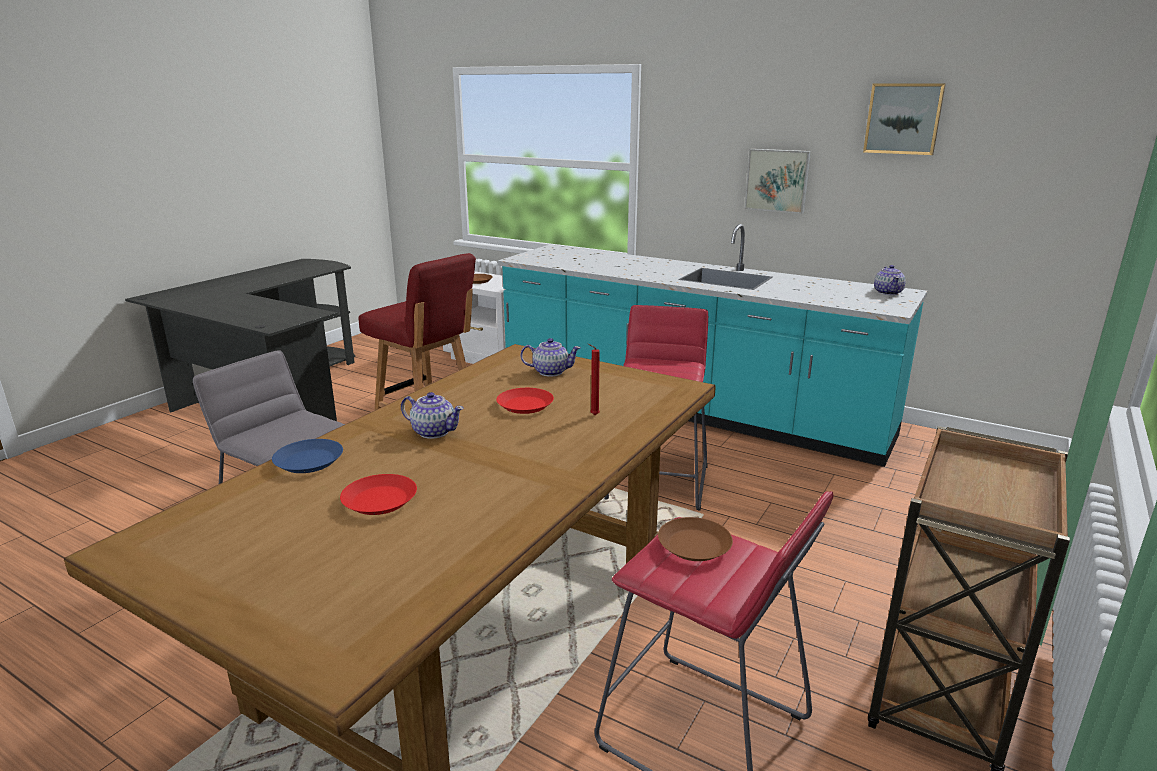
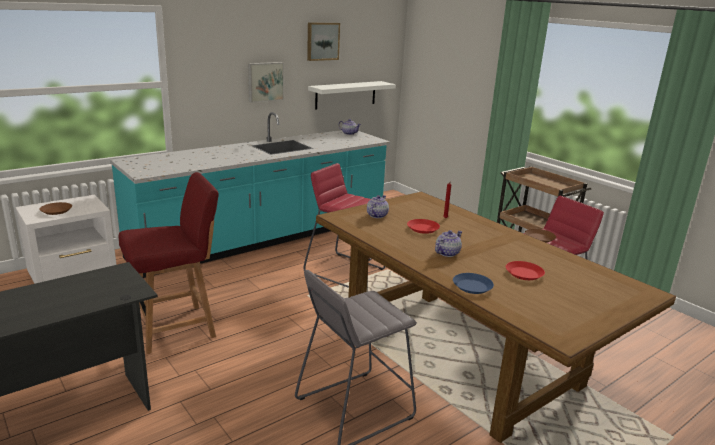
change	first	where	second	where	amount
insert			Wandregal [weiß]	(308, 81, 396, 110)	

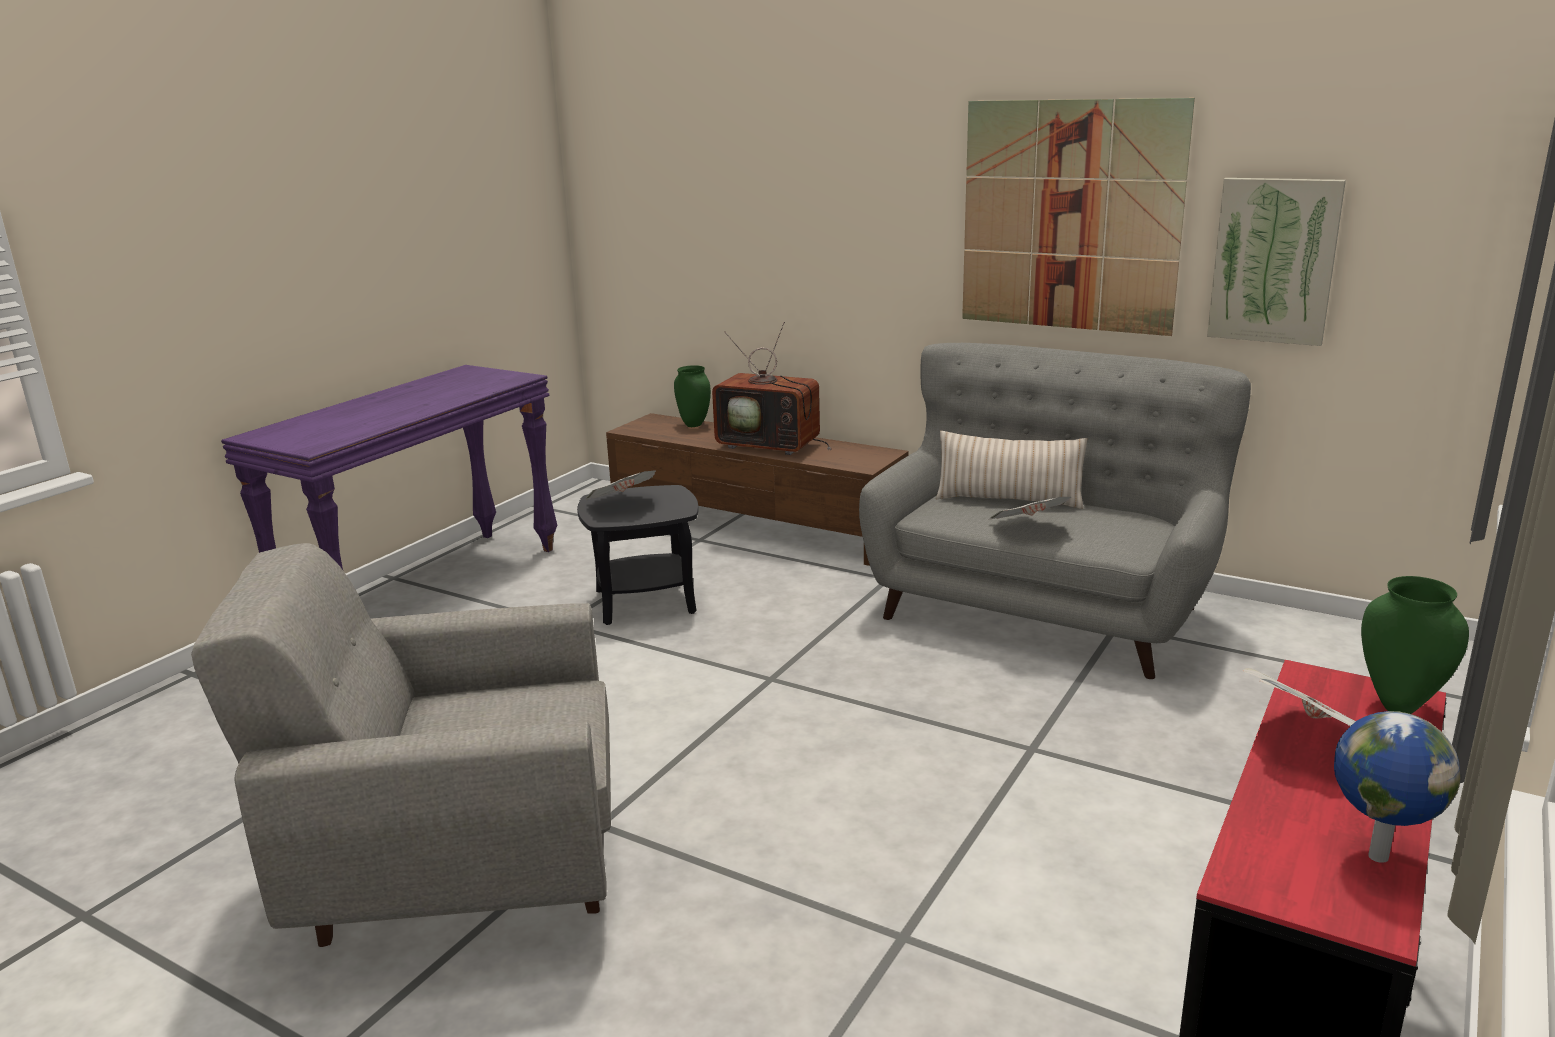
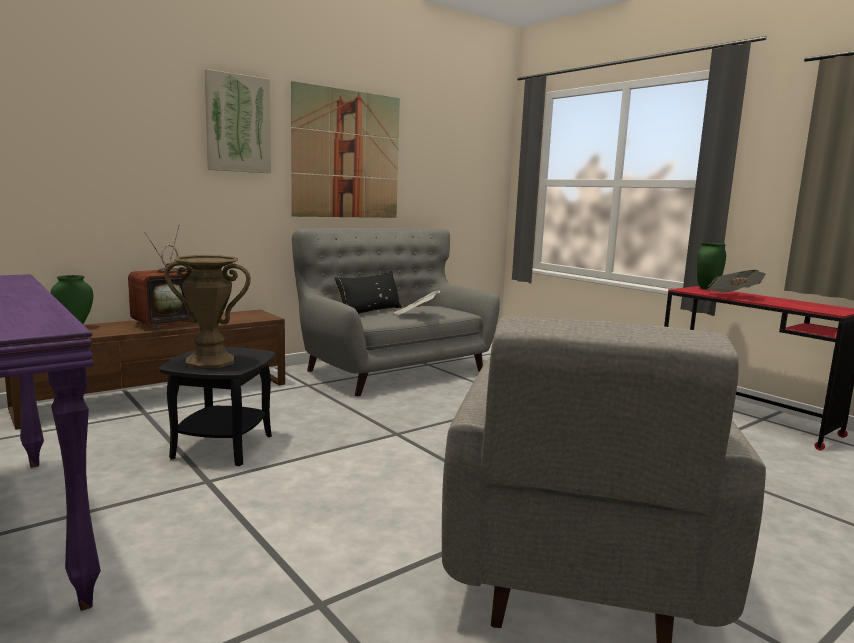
change	first	where	second	where	amount
delete	Globus	(1334, 711, 1460, 863)			
move	Bild	(1207, 178, 1346, 346)		(205, 69, 271, 173)	
replace	Zeitung	(585, 471, 656, 500)	Vase [braun]	(164, 255, 251, 369)	
recolor	Kissen [beige]	(936, 431, 1087, 509)	Kissen [schwarz]	(334, 271, 402, 314)	

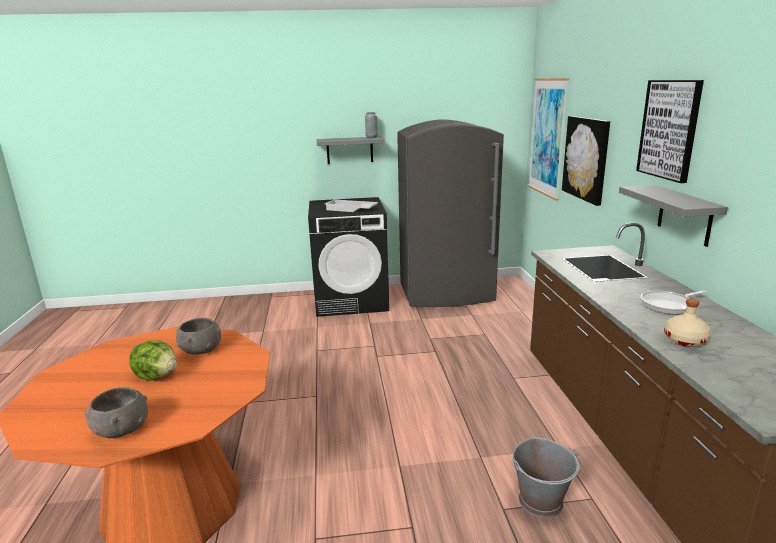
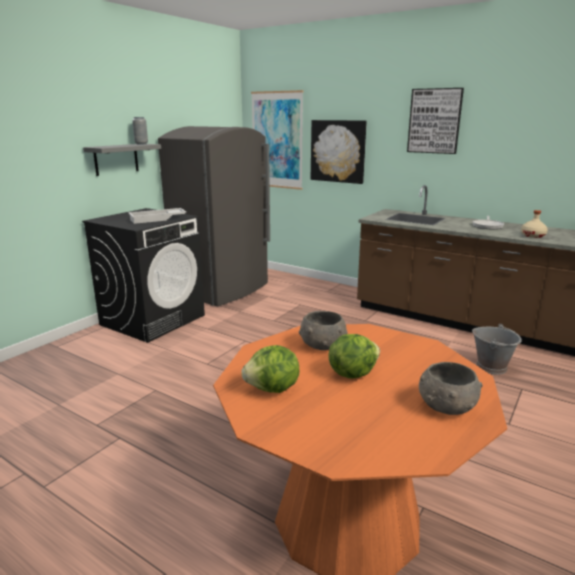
change	first	where	second	where	amount
delete	Wandregal [grau]	(619, 185, 728, 247)			
insert			Salatkopf	(241, 345, 299, 393)	

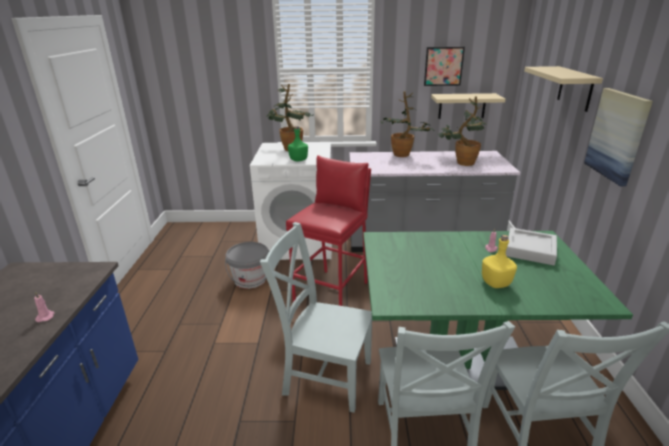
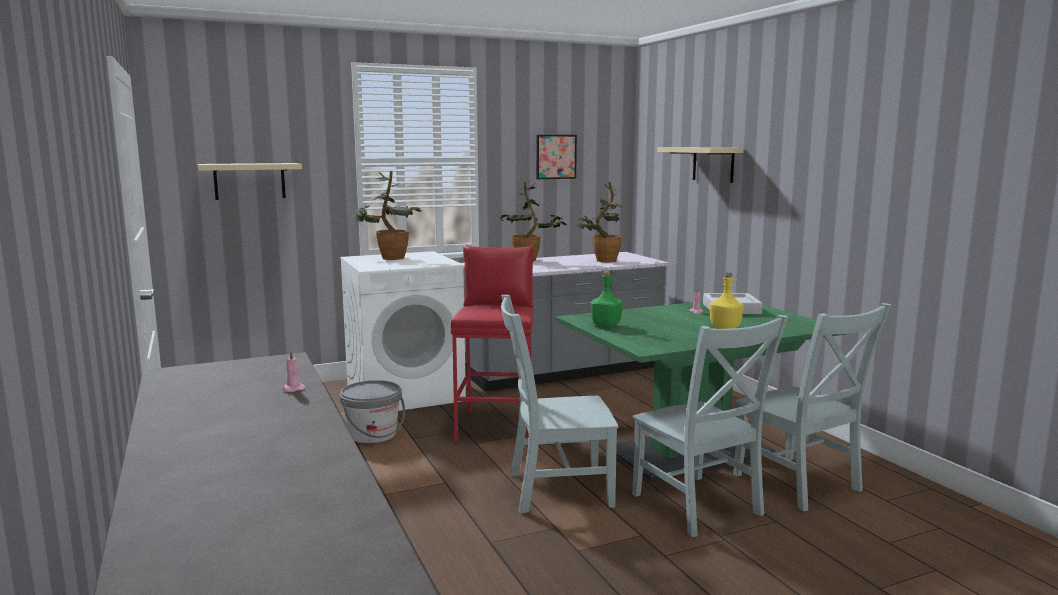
change	first	where	second	where	amount
delete	Bild	(584, 88, 653, 186)			
move	Flasche [grün]	(288, 126, 308, 161)		(591, 271, 623, 327)	
move	Wandregal [beige]	(431, 93, 505, 119)		(198, 163, 302, 200)	

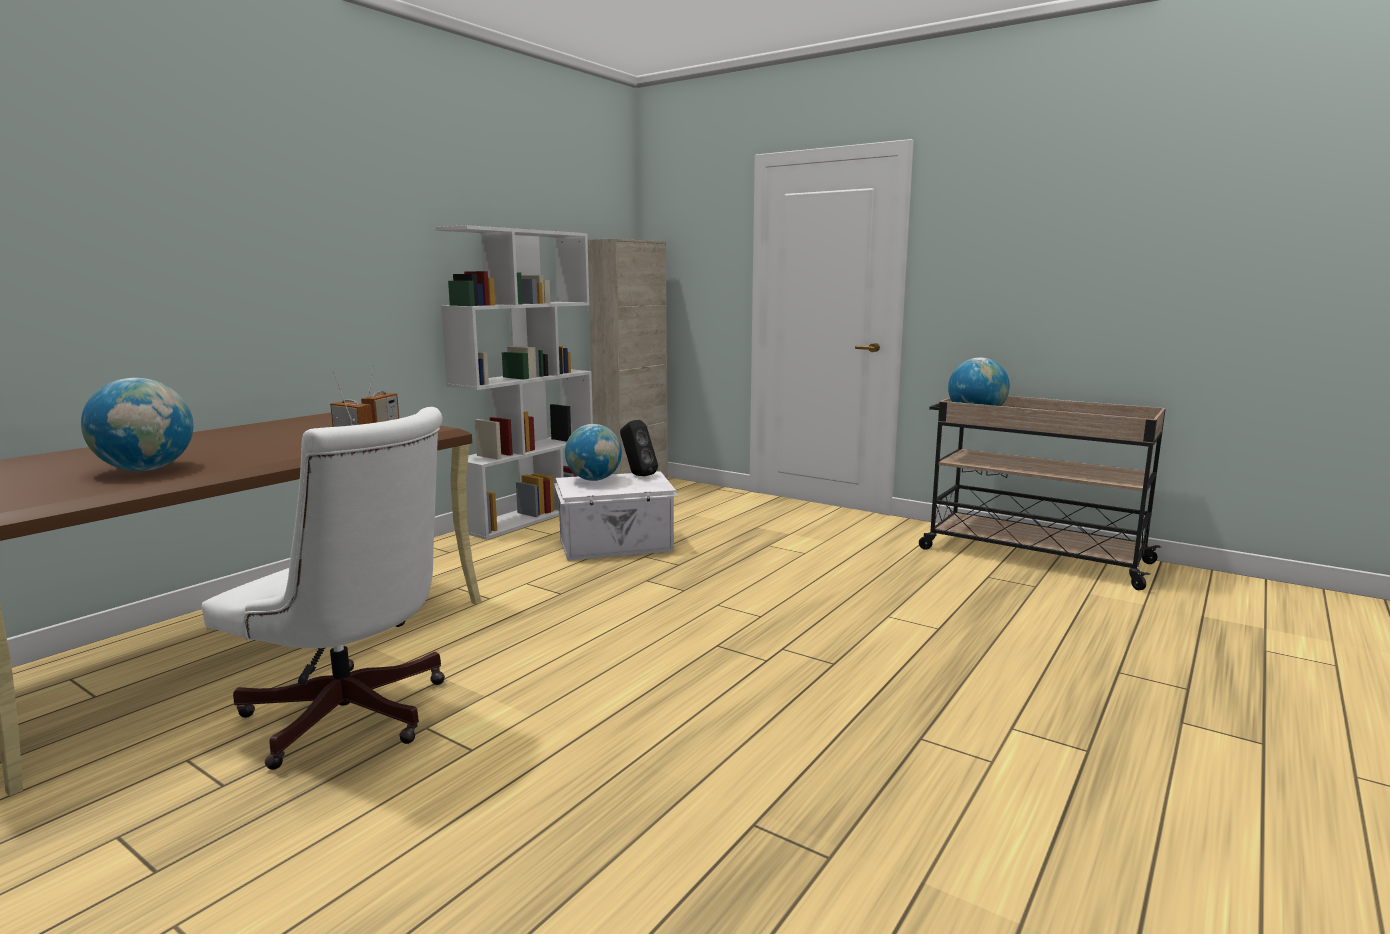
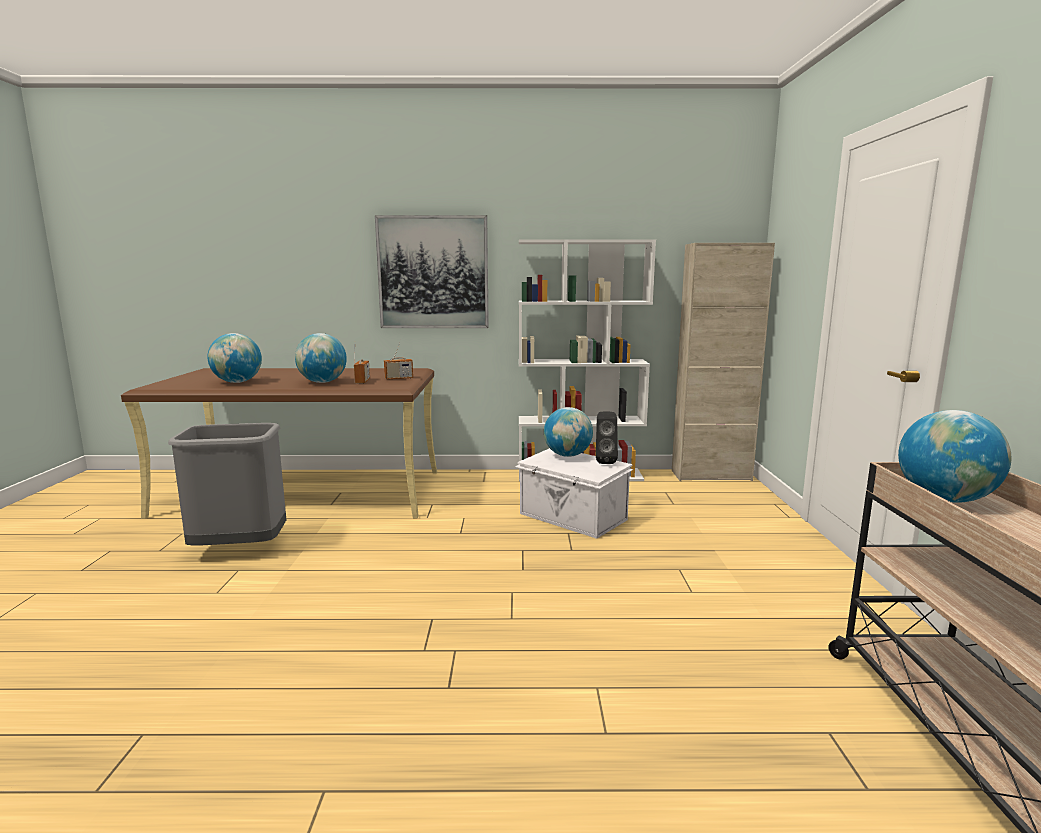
change	first	where	second	where	amount
insert			Globus	(295, 333, 347, 383)	
insert			Bild	(375, 215, 489, 328)	
replace	Bürostuhl [weiß]	(202, 407, 445, 770)	Mülleimer [grau]	(168, 423, 286, 546)	

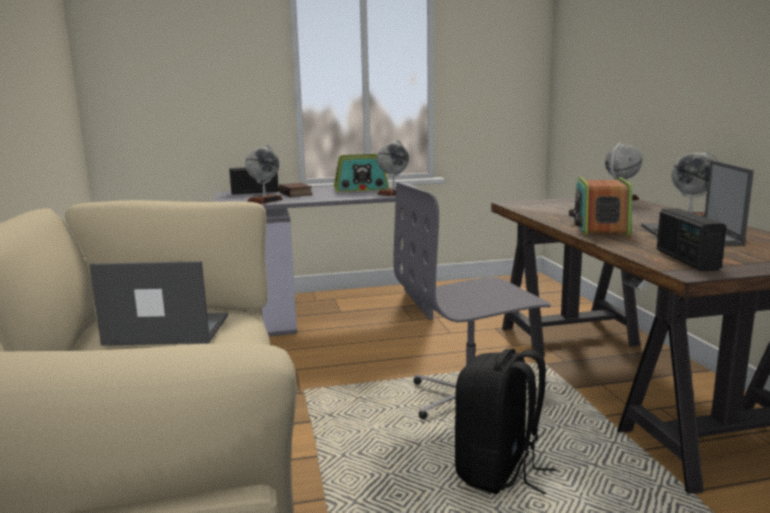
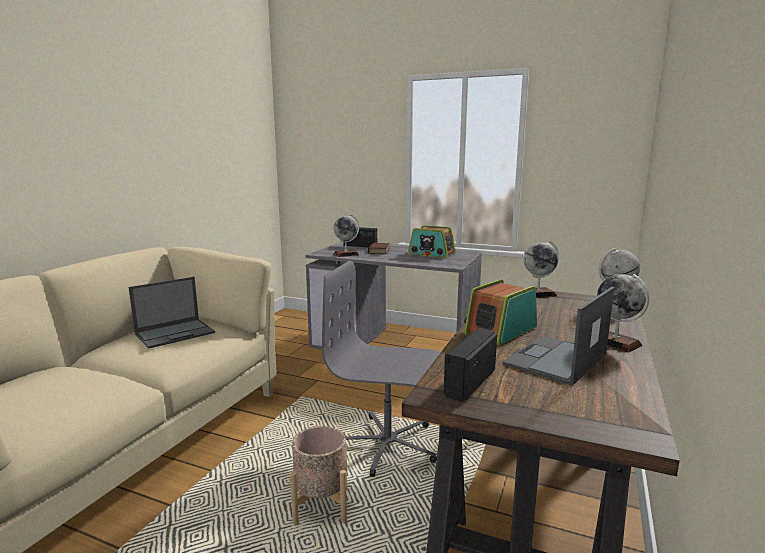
change	first	where	second	where	amount
move	Globus	(377, 140, 409, 196)		(524, 241, 559, 298)	
replace	Rucksack [schwarz]	(455, 349, 556, 495)	Pflanzkübel [beige]	(290, 426, 347, 525)	
rotate	Laptop	(89, 261, 228, 346)		(129, 277, 215, 349)	105 degrees clockwise

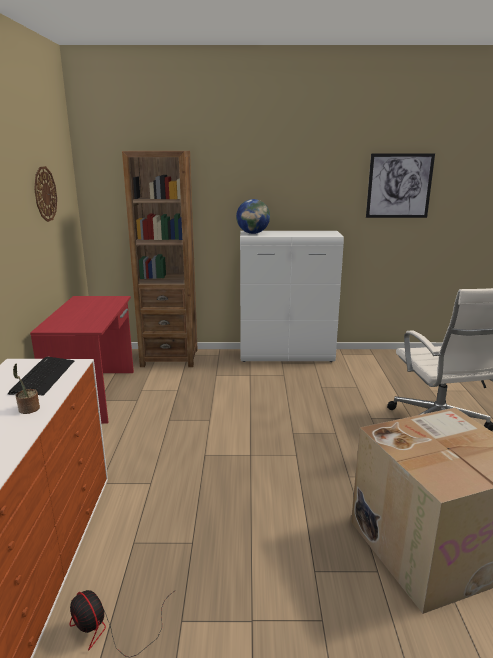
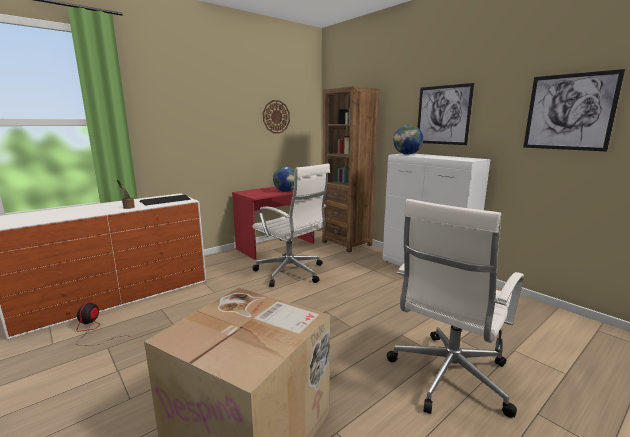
change	first	where	second	where	amount
insert			Bürostuhl [weiß]	(252, 163, 330, 287)	
insert			Globus	(273, 166, 295, 192)	
insert			Bild	(418, 83, 474, 145)	

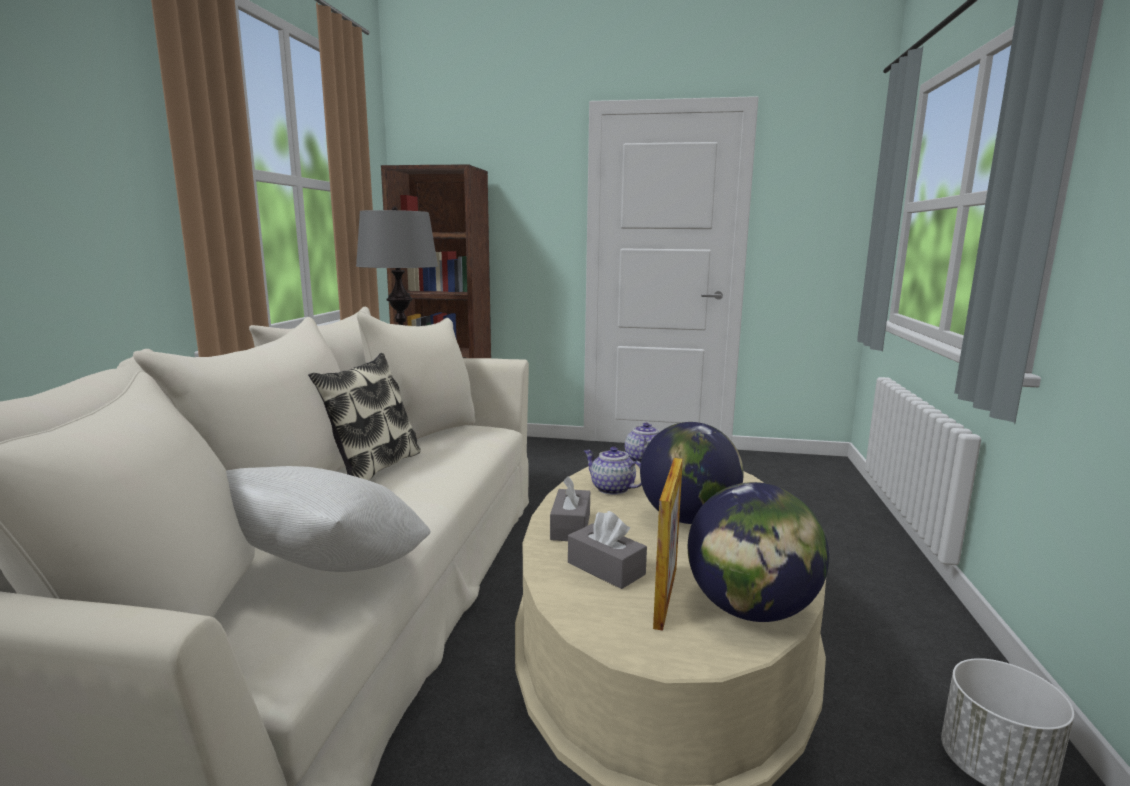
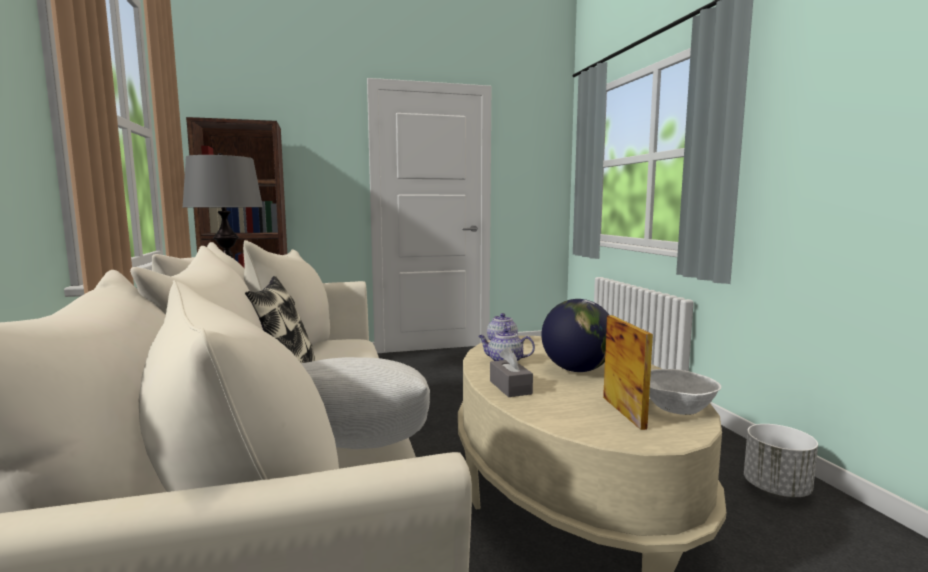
change	first	where	second	where	amount
delete	Taschentuchbox [grau]	(568, 511, 647, 589)			
replace	Globus	(688, 482, 829, 622)	Schüssel [weiß]	(649, 369, 722, 415)	

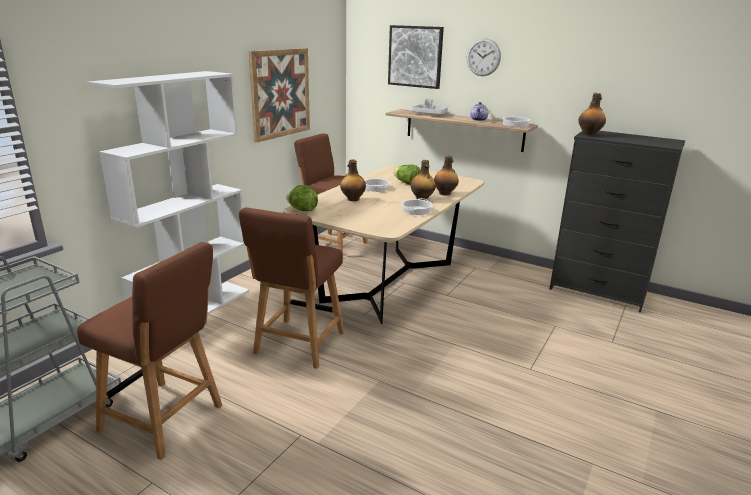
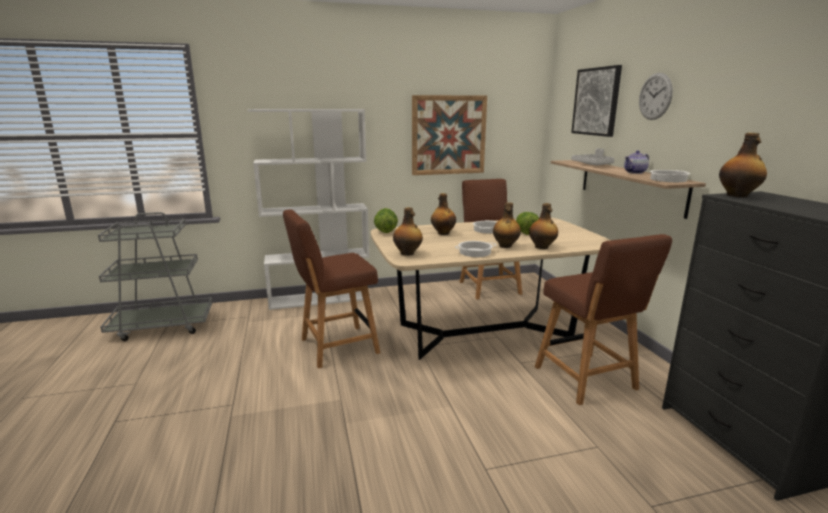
change	first	where	second	where	amount
insert			Flasche	(393, 207, 423, 256)	
move	Stuhl [braun]	(77, 242, 222, 460)		(535, 234, 672, 405)	

